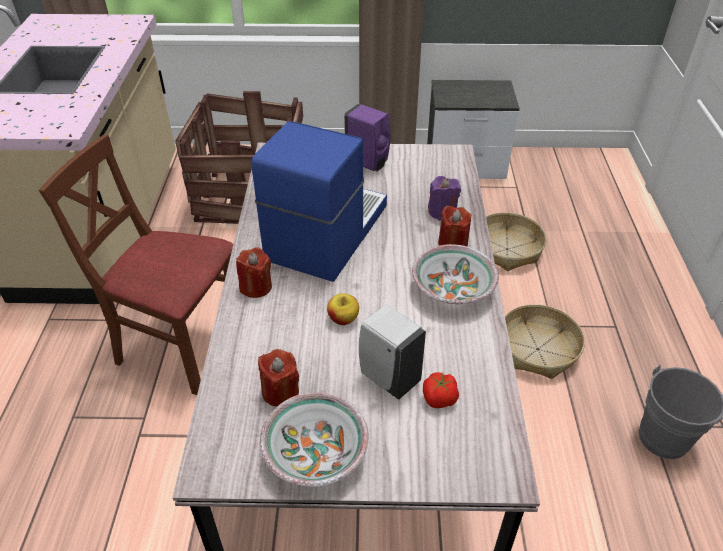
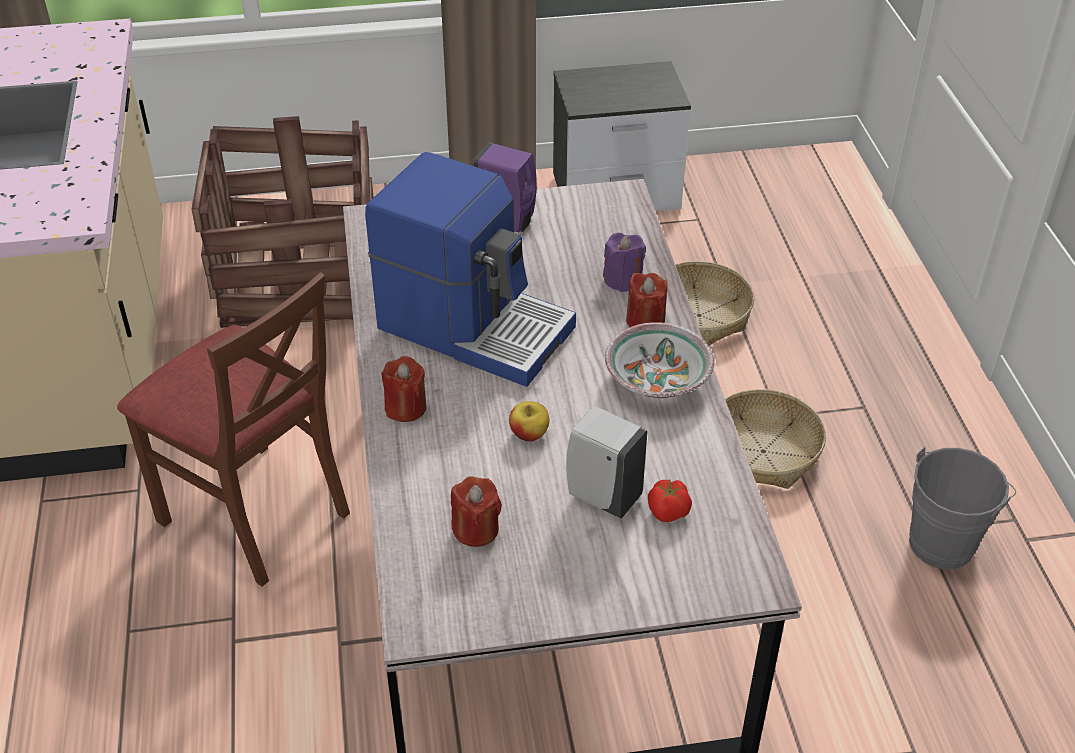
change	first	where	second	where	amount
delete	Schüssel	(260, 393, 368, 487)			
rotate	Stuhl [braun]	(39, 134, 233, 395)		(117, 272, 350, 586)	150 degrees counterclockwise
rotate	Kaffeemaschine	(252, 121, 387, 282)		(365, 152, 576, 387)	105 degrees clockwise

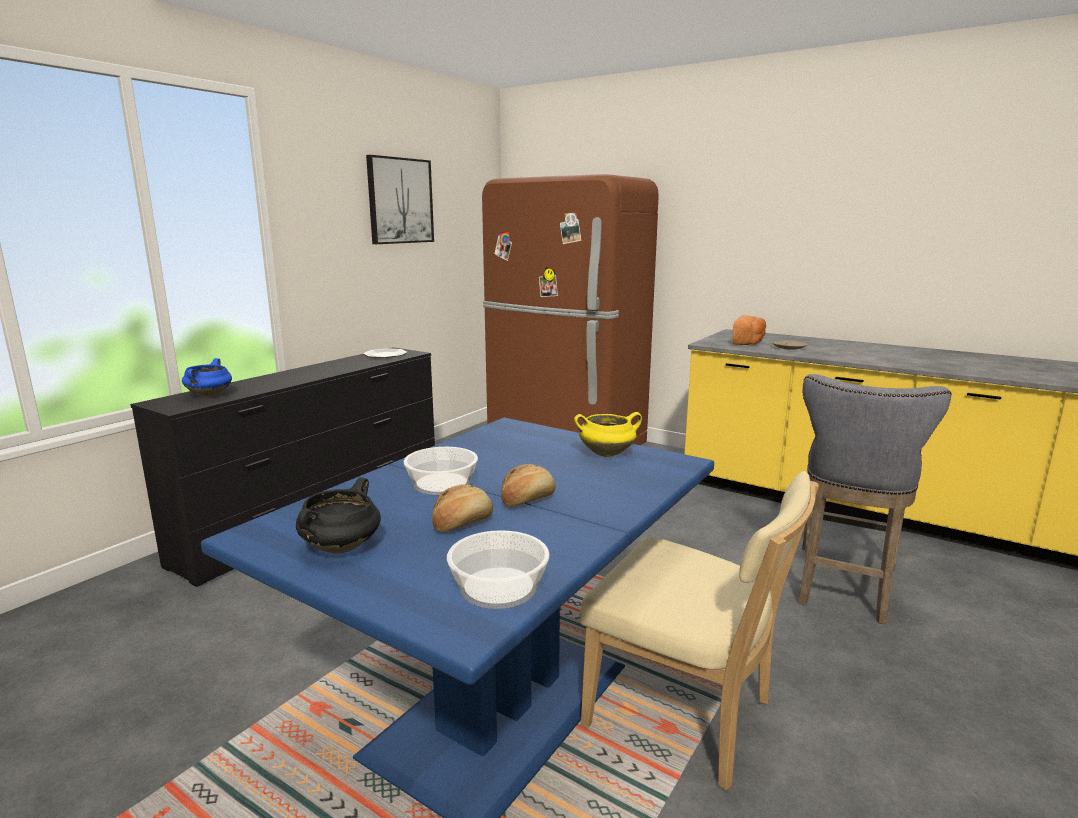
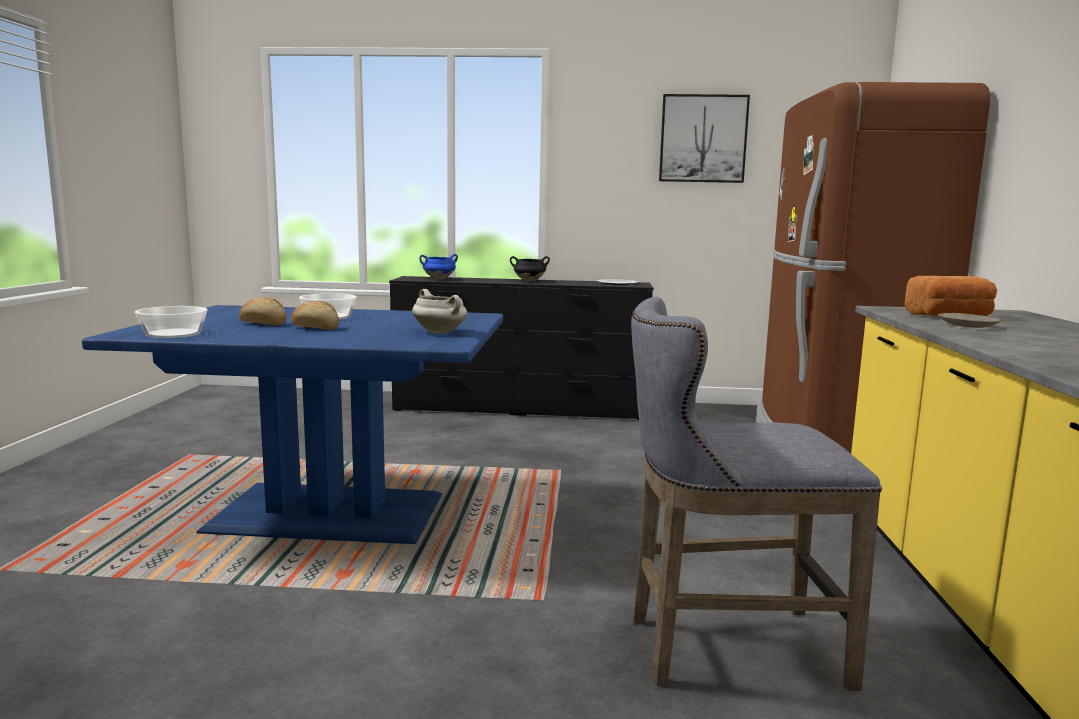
change	first	where	second	where	amount
delete	Stuhl [beige]	(580, 471, 819, 791)			
move	Kochtopf [schwarz]	(296, 477, 381, 554)		(510, 256, 550, 281)	
recolor	Kochtopf [gelb]	(574, 412, 642, 457)	Kochtopf [weiß]	(412, 289, 467, 334)	

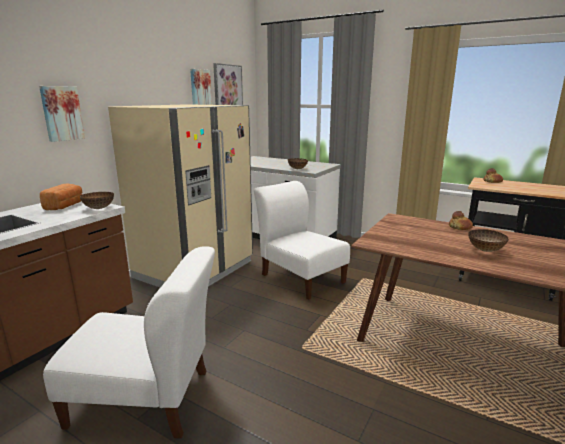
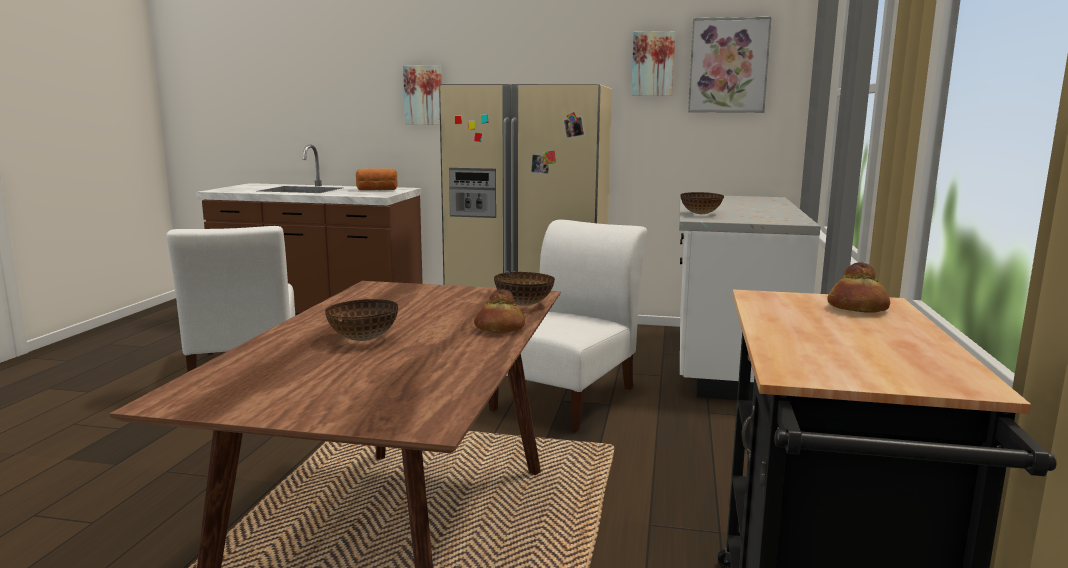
change	first	where	second	where	amount
move	Schüssel	(80, 192, 114, 209)		(494, 272, 555, 306)	

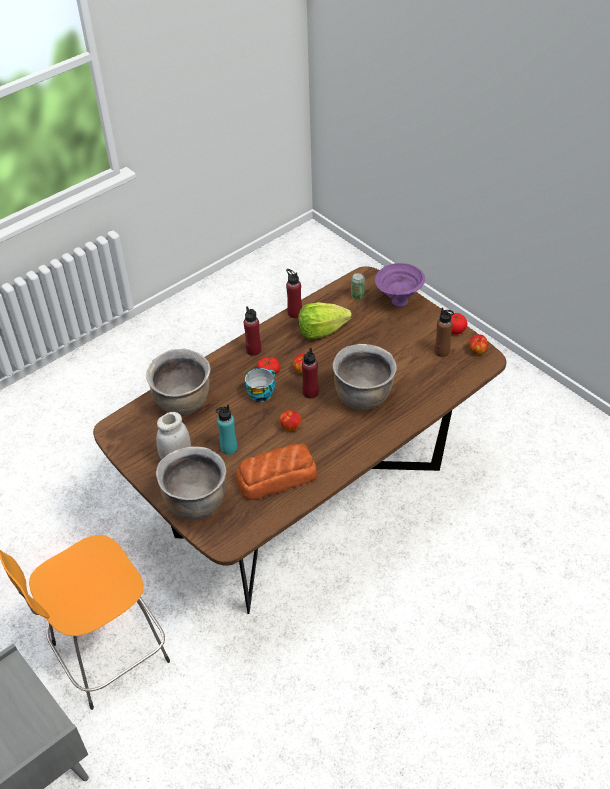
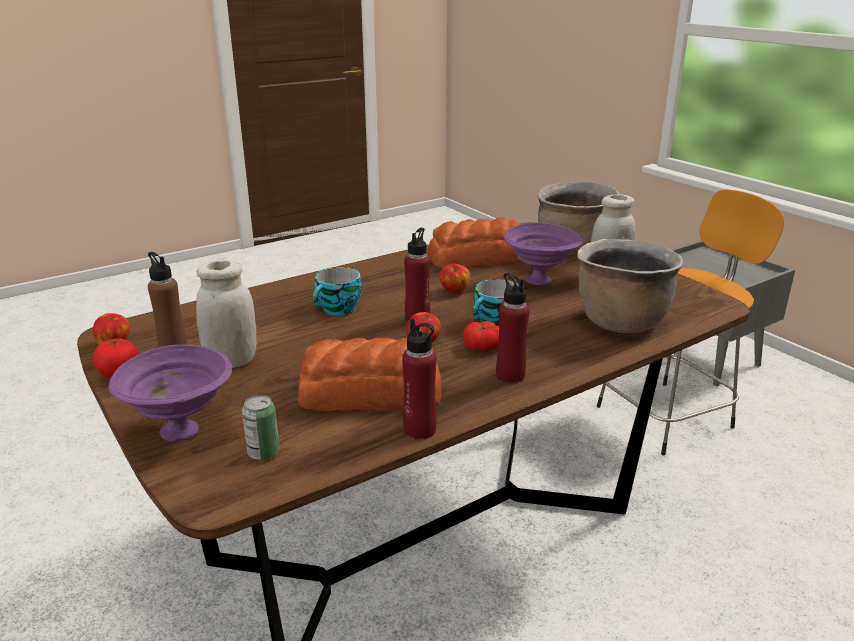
change	first	where	second	where	amount
insert			Vorratsglas [weiß]	(196, 260, 257, 368)	
replace	Flasche [türkis]	(215, 405, 237, 455)	Schüssel [lila]	(504, 223, 583, 285)	
replace	Salatkopf	(298, 302, 352, 339)	Brot	(297, 338, 442, 411)	
replace	Kochtopf [braun]	(332, 344, 397, 410)	Tasse	(313, 267, 362, 316)	

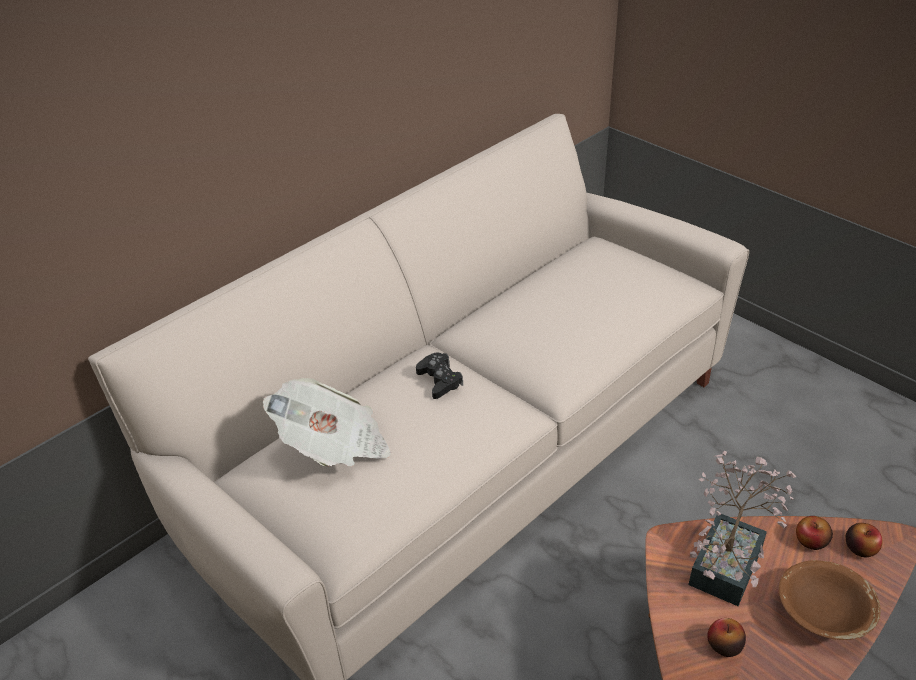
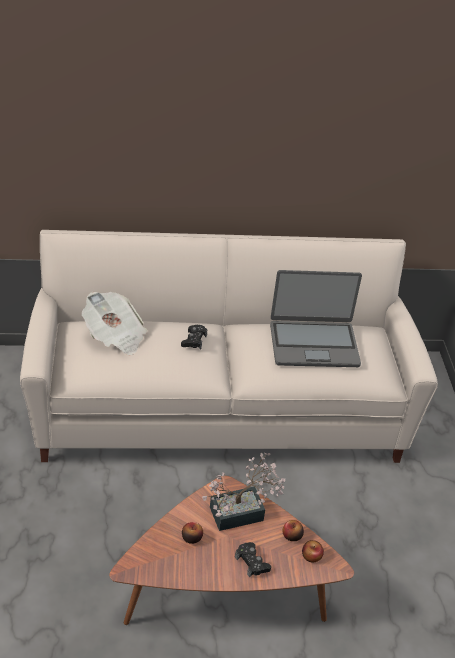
change	first	where	second	where	amount
insert			Laptop	(270, 270, 362, 367)	
replace	Schüssel [braun]	(779, 560, 881, 640)	Gamepad [schwarz]	(235, 542, 271, 577)	

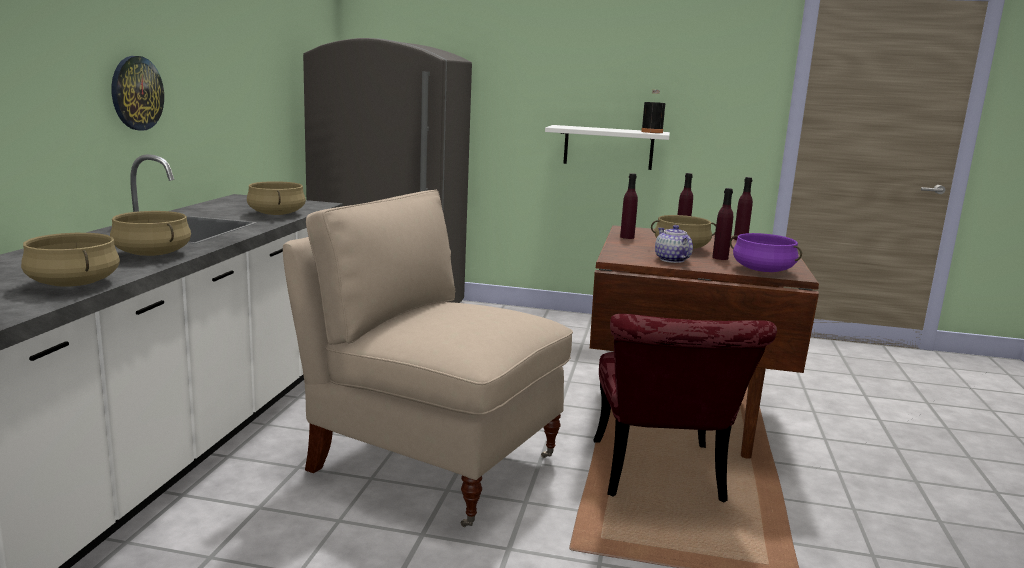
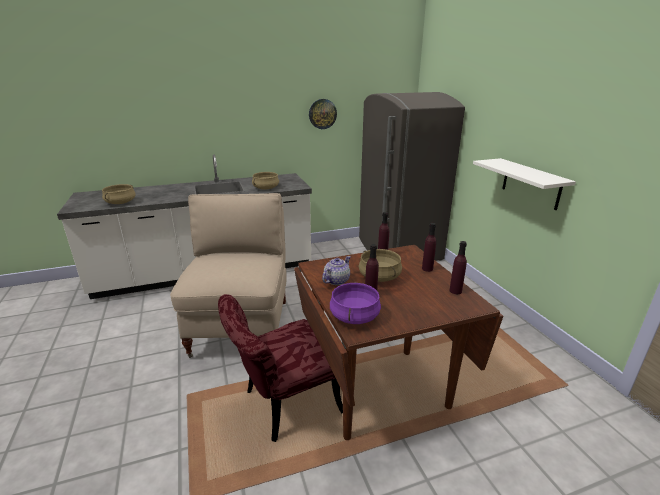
change	first	where	second	where	amount
delete	Kochtopf [beige]	(110, 211, 191, 256)			
delete	Flasche [schwarz]	(641, 90, 665, 133)			
move	Wanduhr	(111, 56, 164, 131)		(309, 99, 337, 129)	

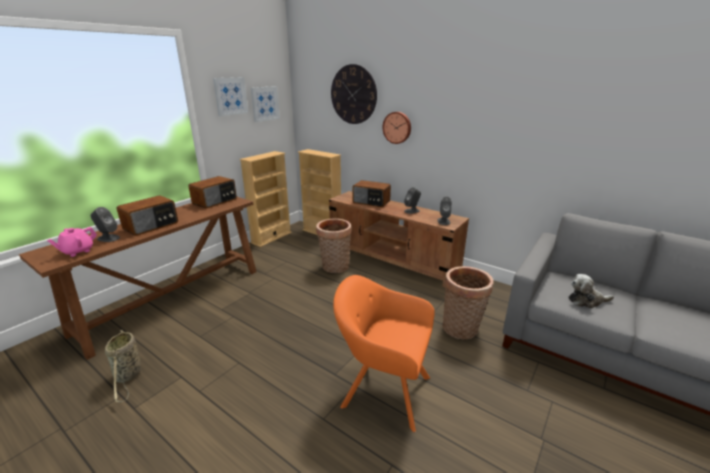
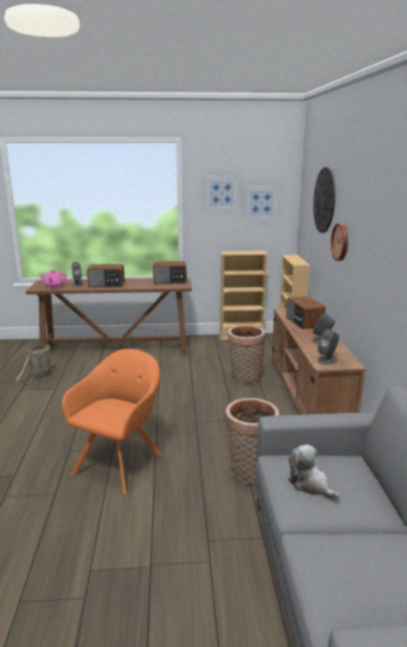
change	first	where	second	where	amount
rotate	Sessel [orange]	(333, 275, 435, 433)		(62, 349, 163, 495)	45 degrees clockwise

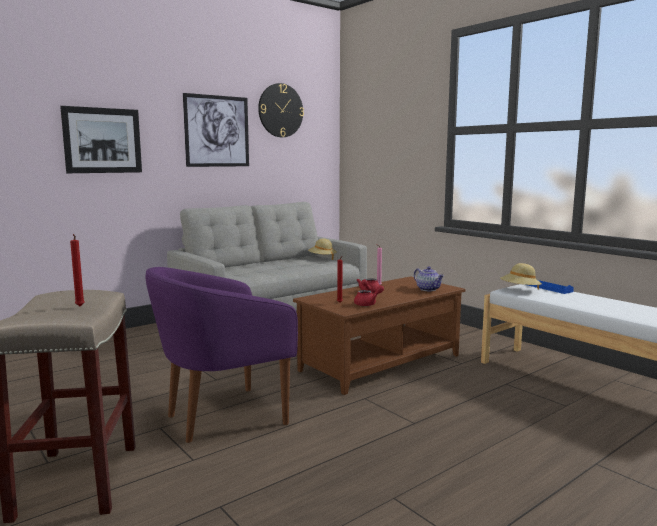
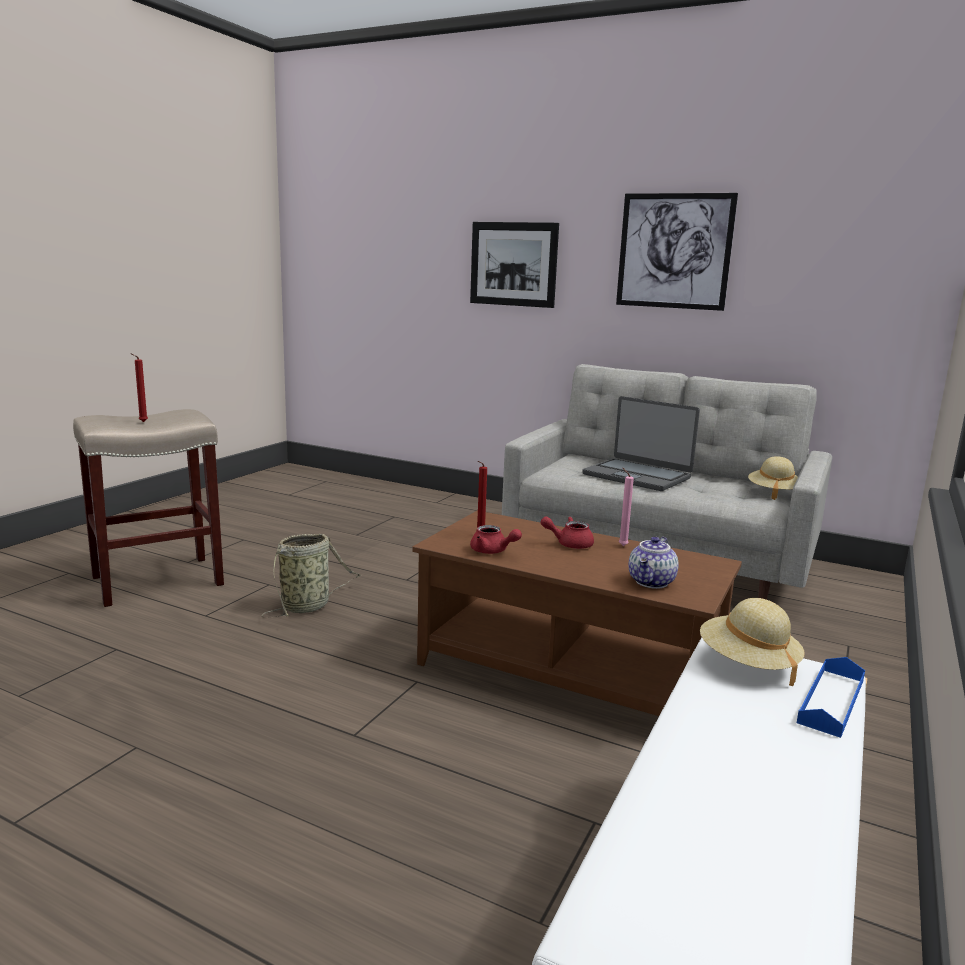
change	first	where	second	where	amount
delete	Wanduhr	(258, 83, 304, 137)			
insert			Laptop	(582, 396, 700, 491)	
replace	Sessel [lila]	(146, 267, 298, 443)	Korb	(261, 534, 361, 618)	

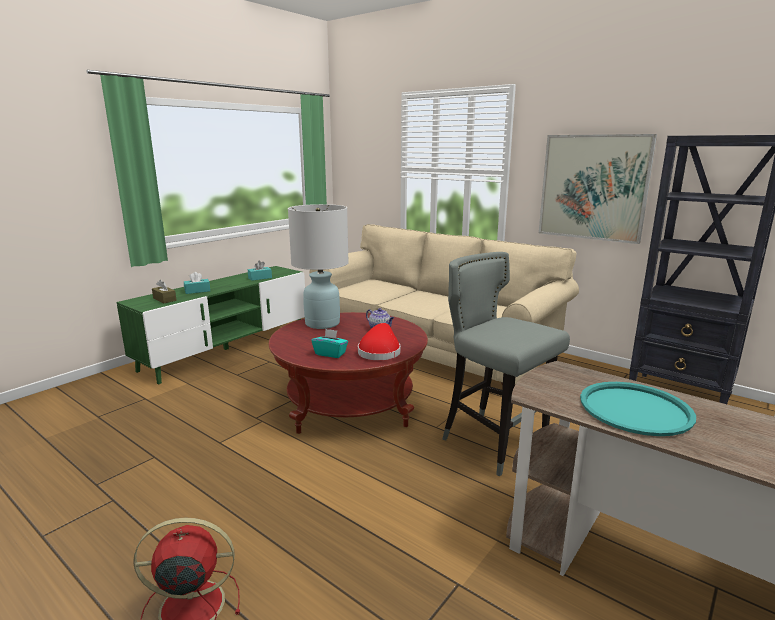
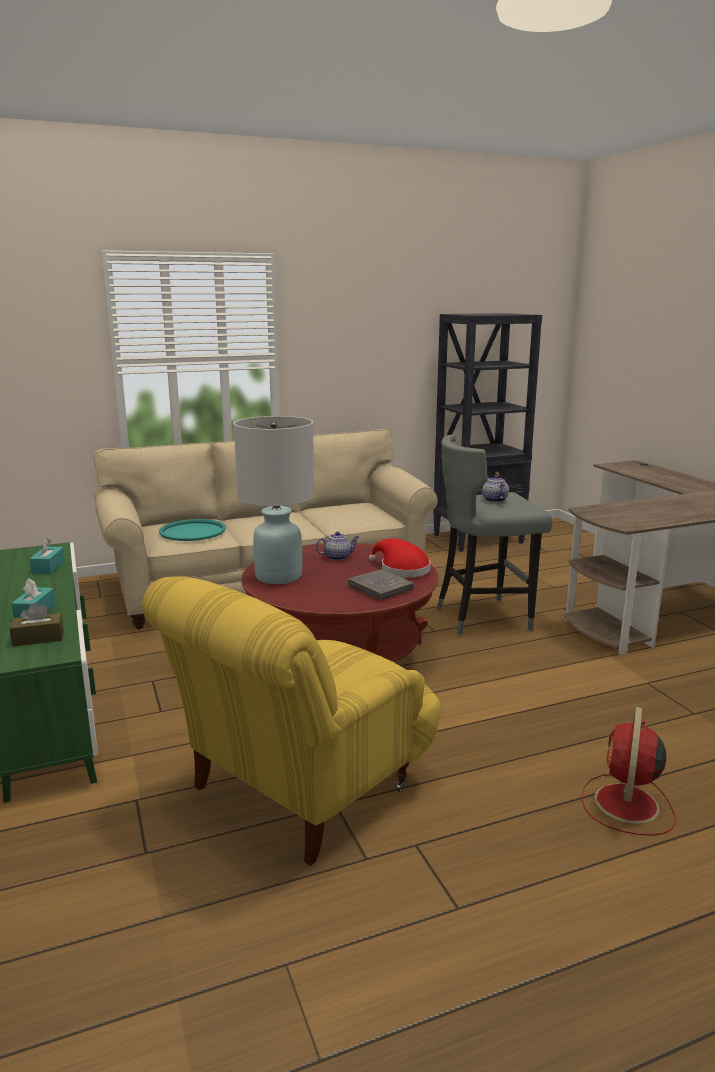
change	first	where	second	where	amount
delete	Bild	(539, 134, 657, 244)			
insert			Sessel [gelb]	(142, 577, 442, 866)	
insert			Teekanne	(482, 475, 509, 502)	
move	Tablett [türkis]	(580, 382, 696, 436)		(159, 519, 226, 541)	
replace	Taschentuchbox [türkis]	(311, 329, 348, 358)	Buch [grau]	(348, 569, 414, 600)	

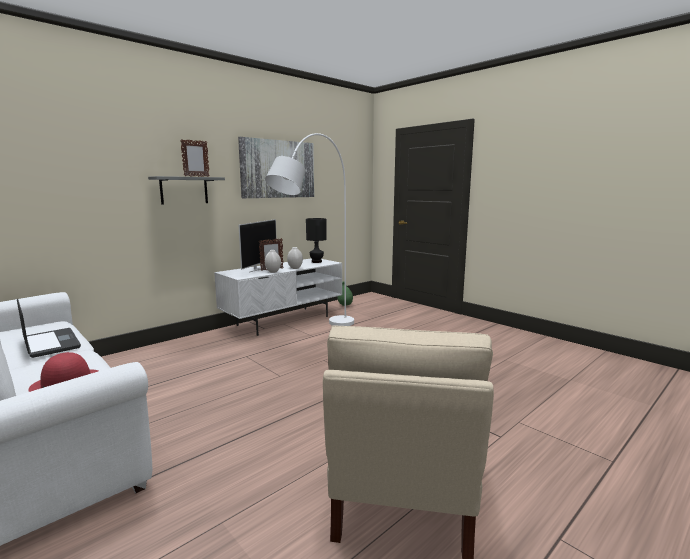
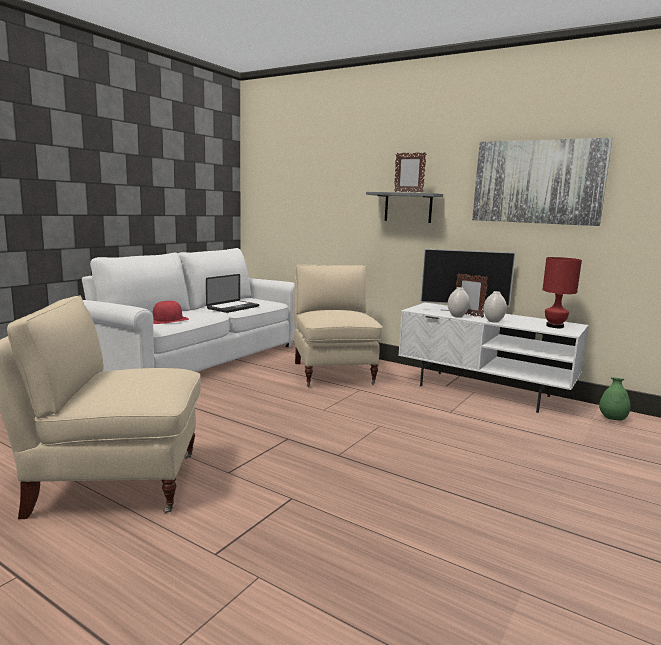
change	first	where	second	where	amount
delete	Stehlampe [weiß]	(265, 133, 354, 326)			
insert			Sessel [beige]	(294, 265, 382, 387)	
recolor	Tischlampe [schwarz]	(306, 218, 327, 263)	Tischlampe [rot]	(542, 257, 582, 328)	

